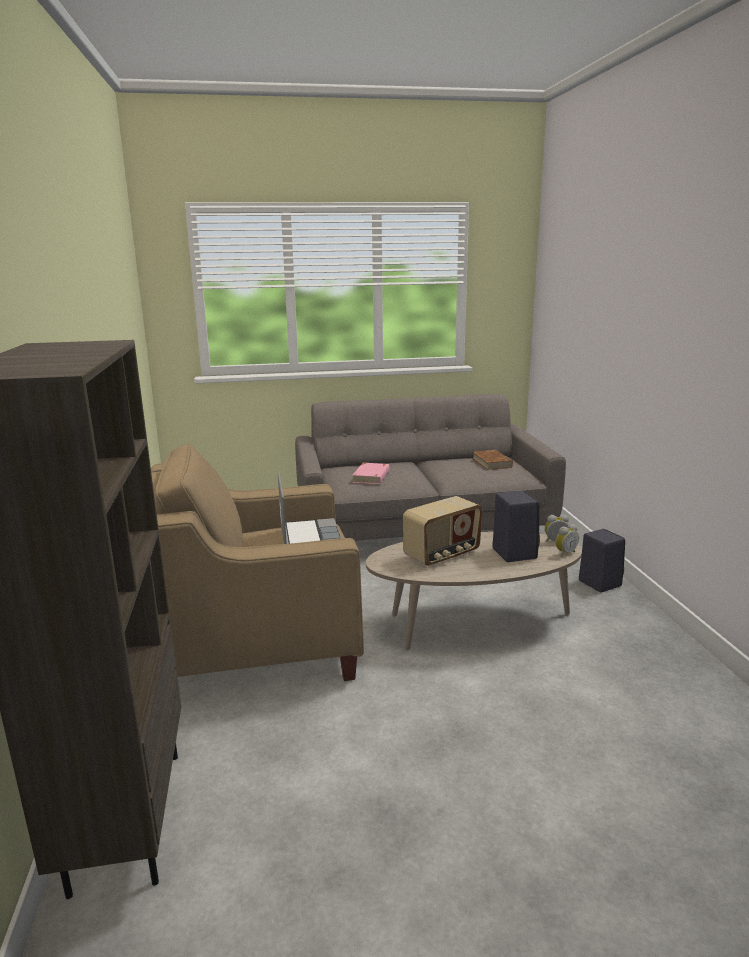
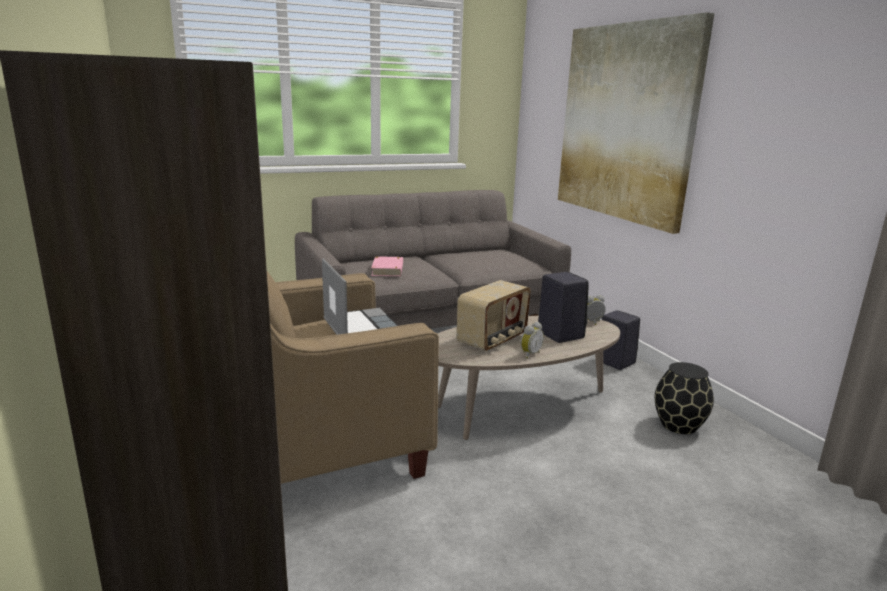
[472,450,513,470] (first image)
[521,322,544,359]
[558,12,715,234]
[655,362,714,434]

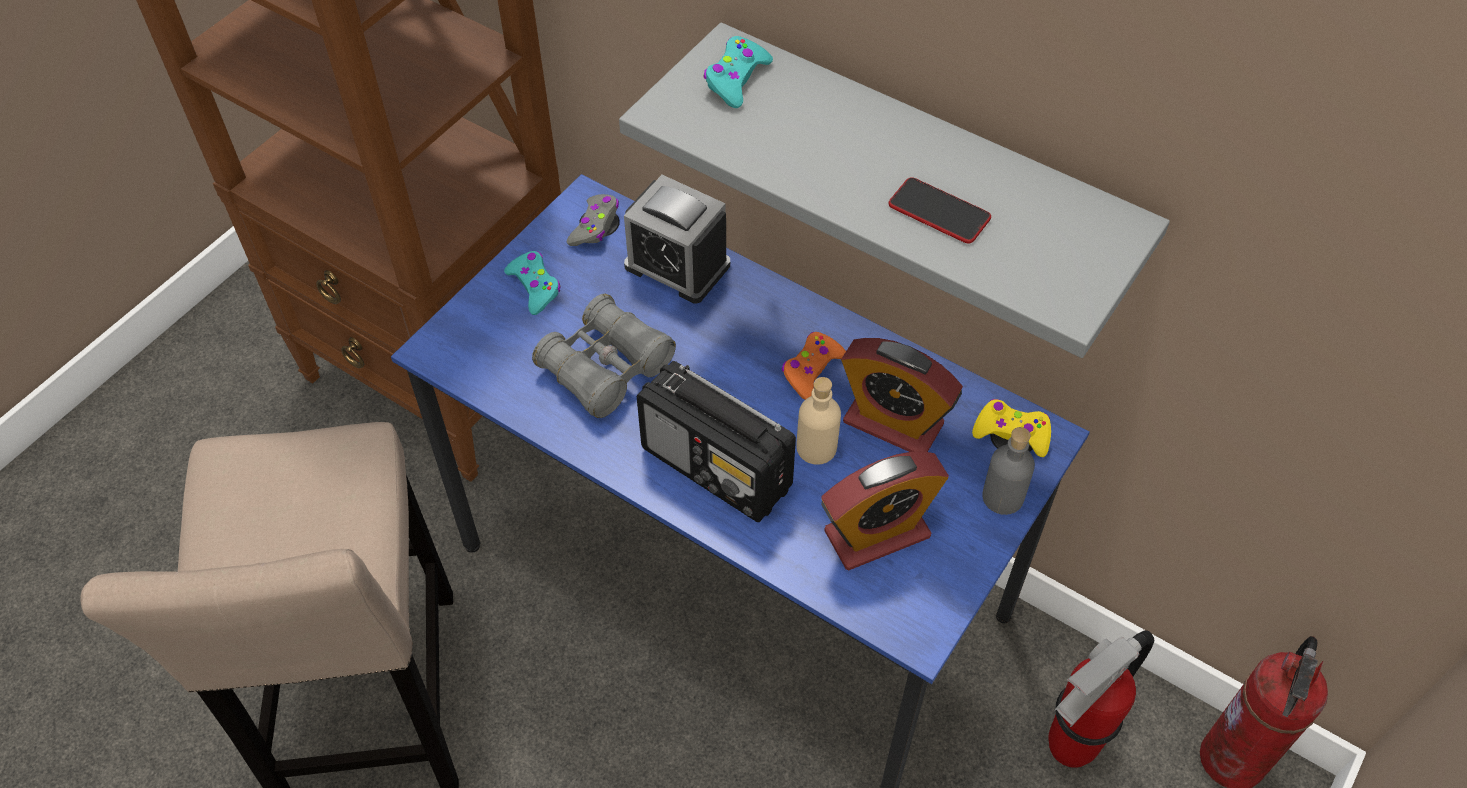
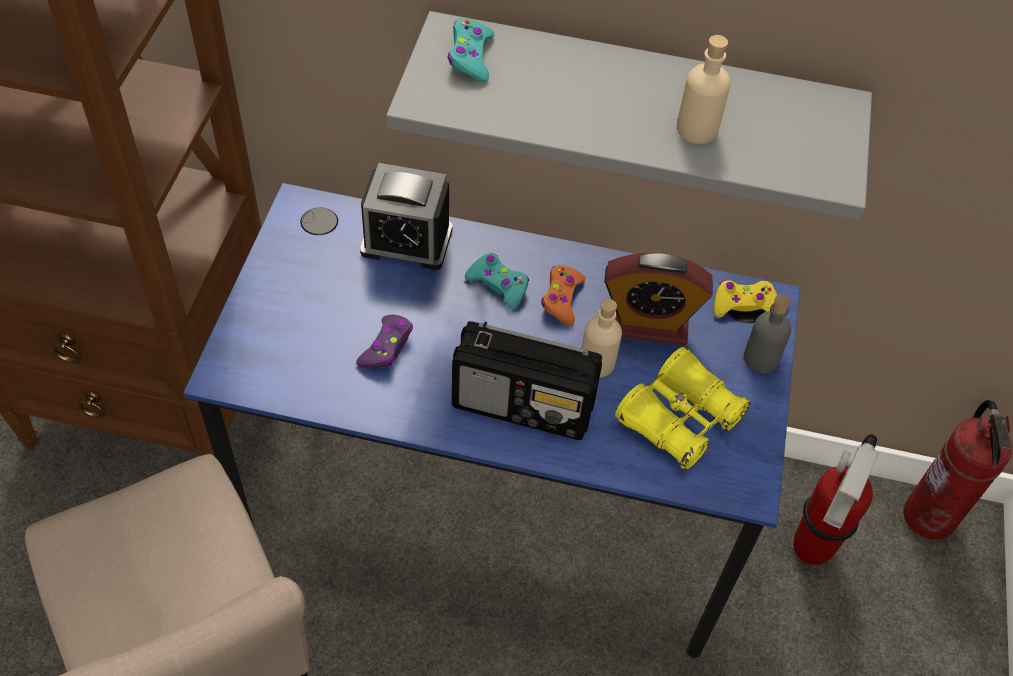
[465,253,529,310]
[356,315,413,368]
[567,194,619,246] (first image)
[615,347,750,470]
[677,35,731,144]

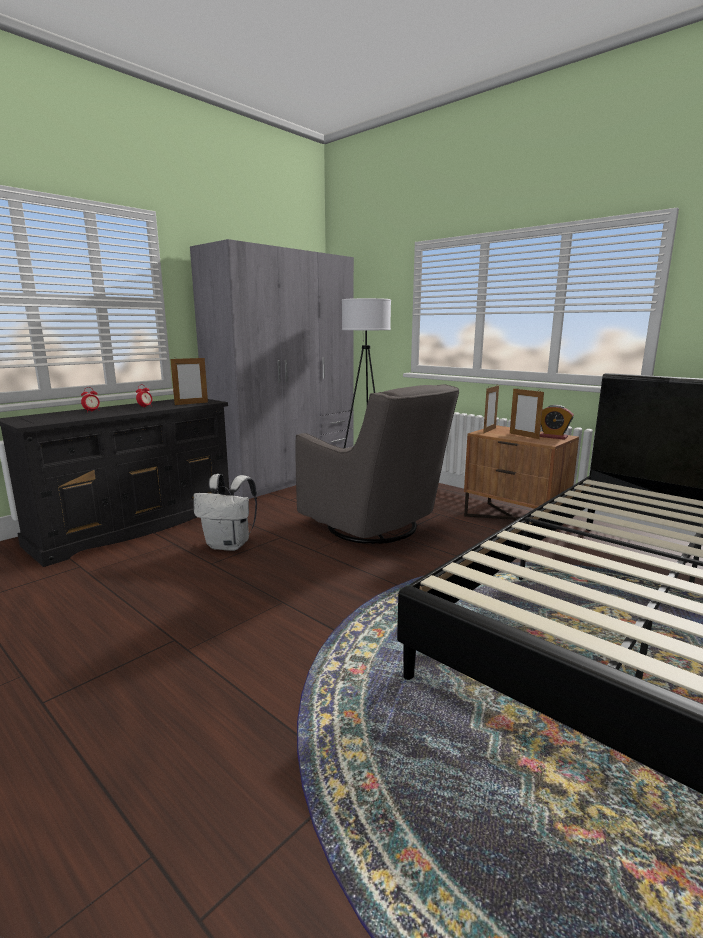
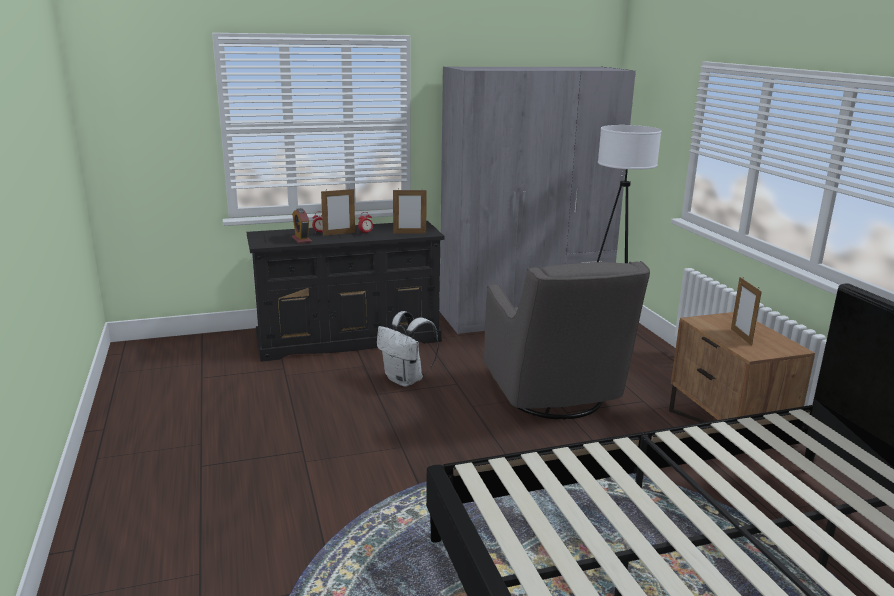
[321,189,355,236]
[292,208,312,244]

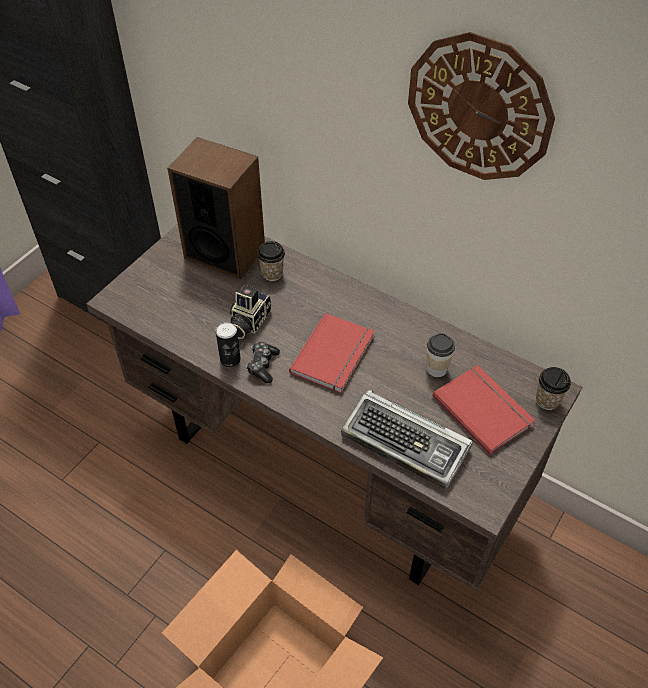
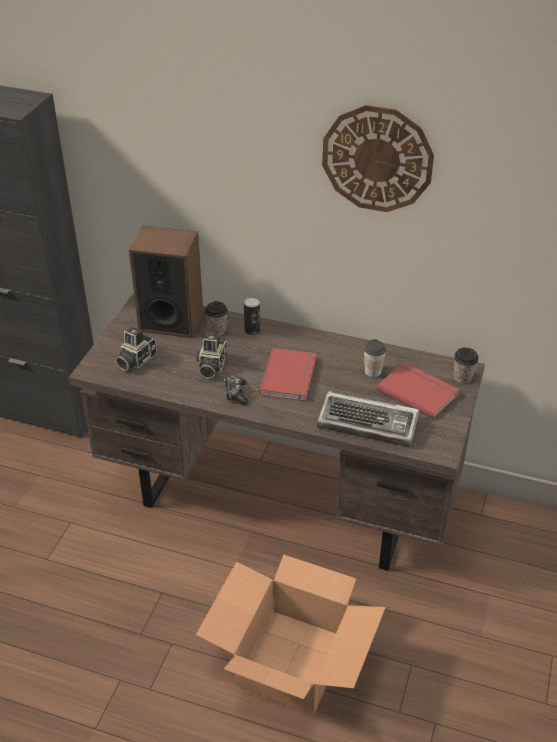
[244,297,260,335]
[115,327,157,371]

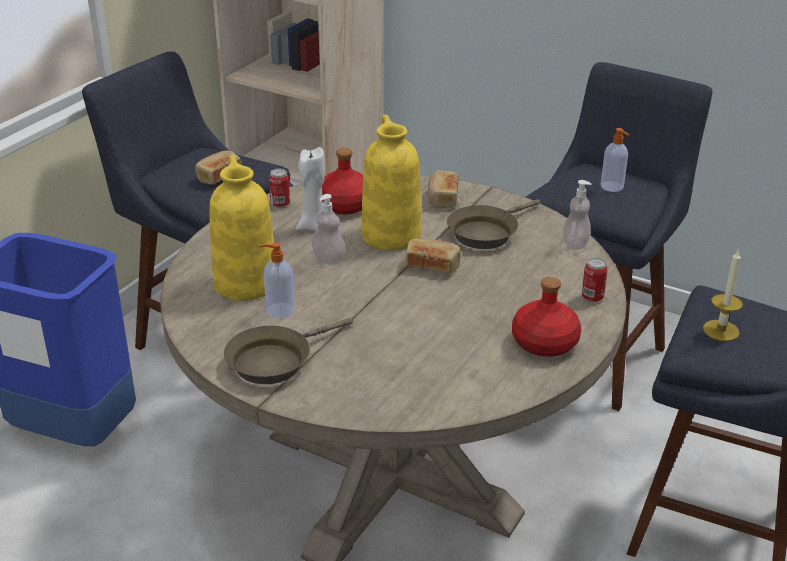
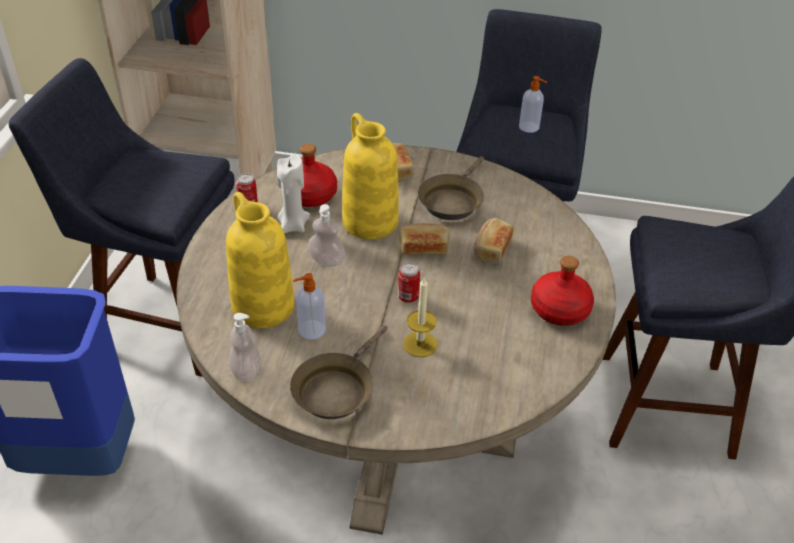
[474,218,513,263]
[229,313,261,382]
[398,263,420,303]
[403,277,438,357]

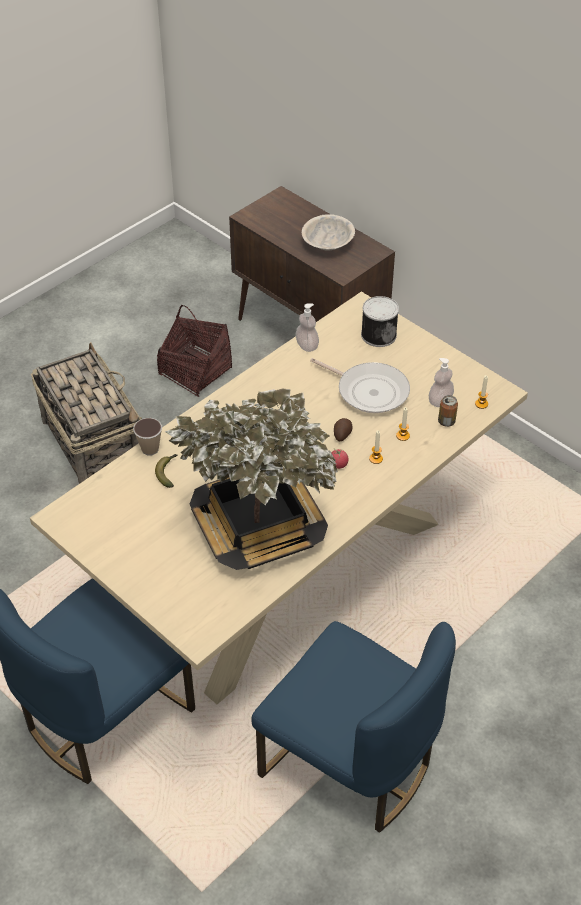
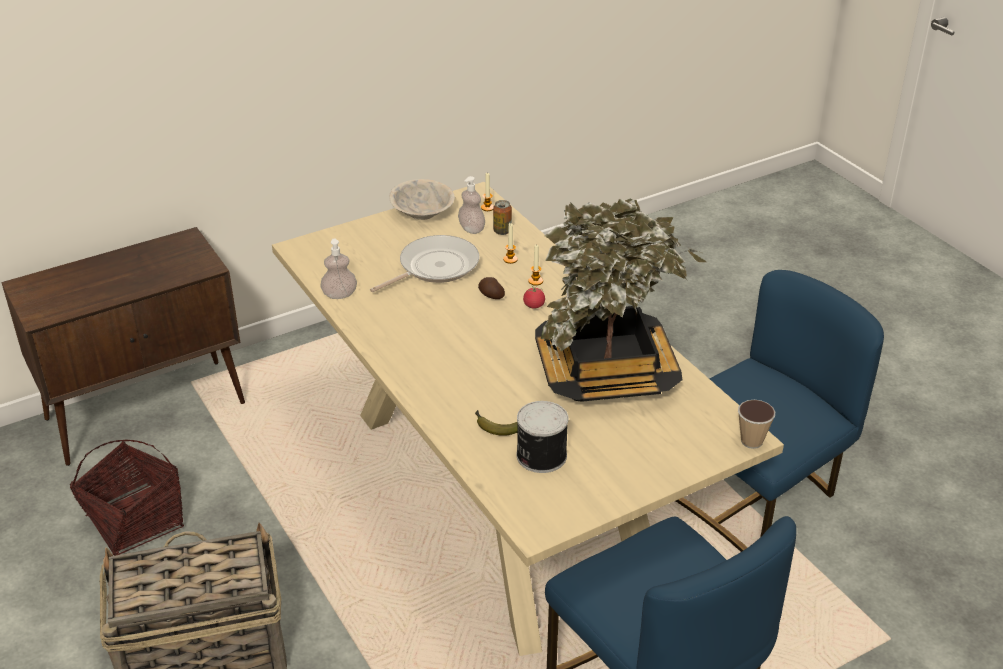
[738,400,775,449]
[389,179,455,220]
[517,401,569,473]

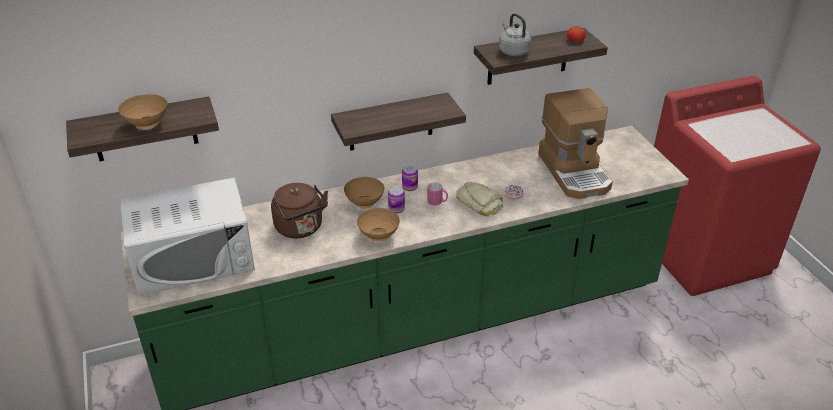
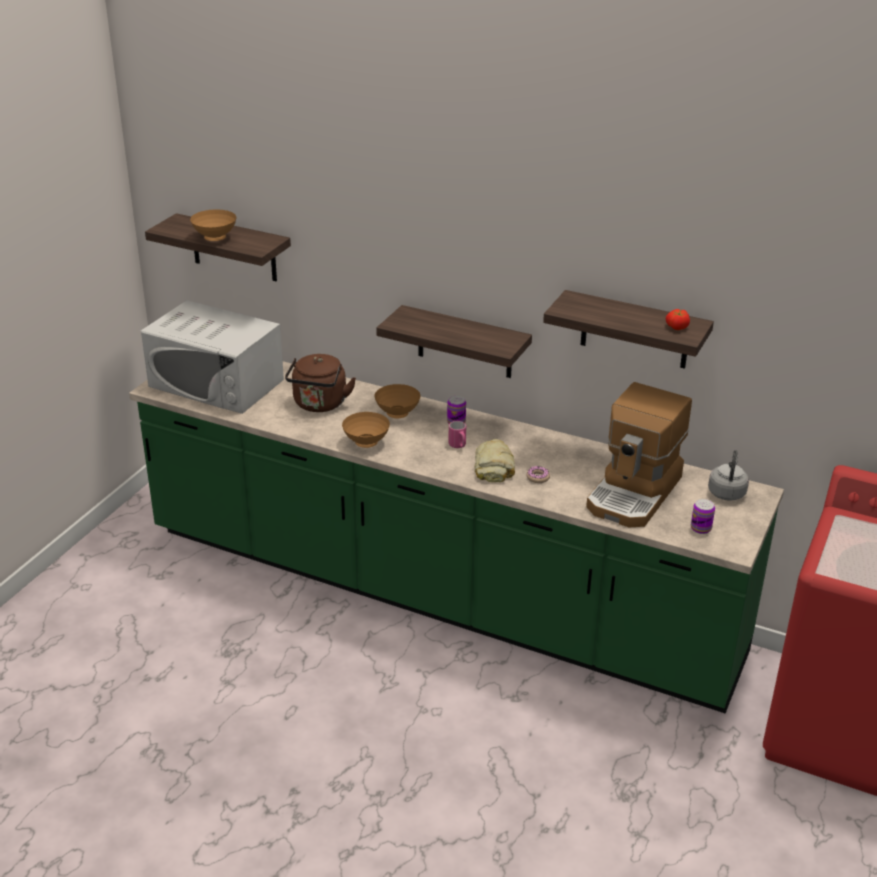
[691,499,715,534]
[708,450,749,501]

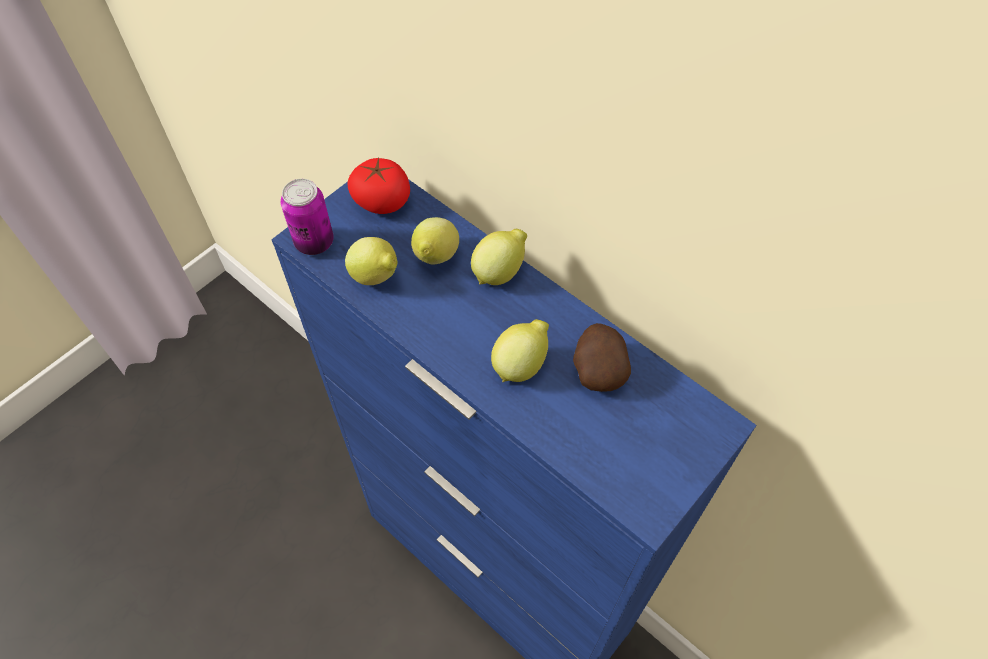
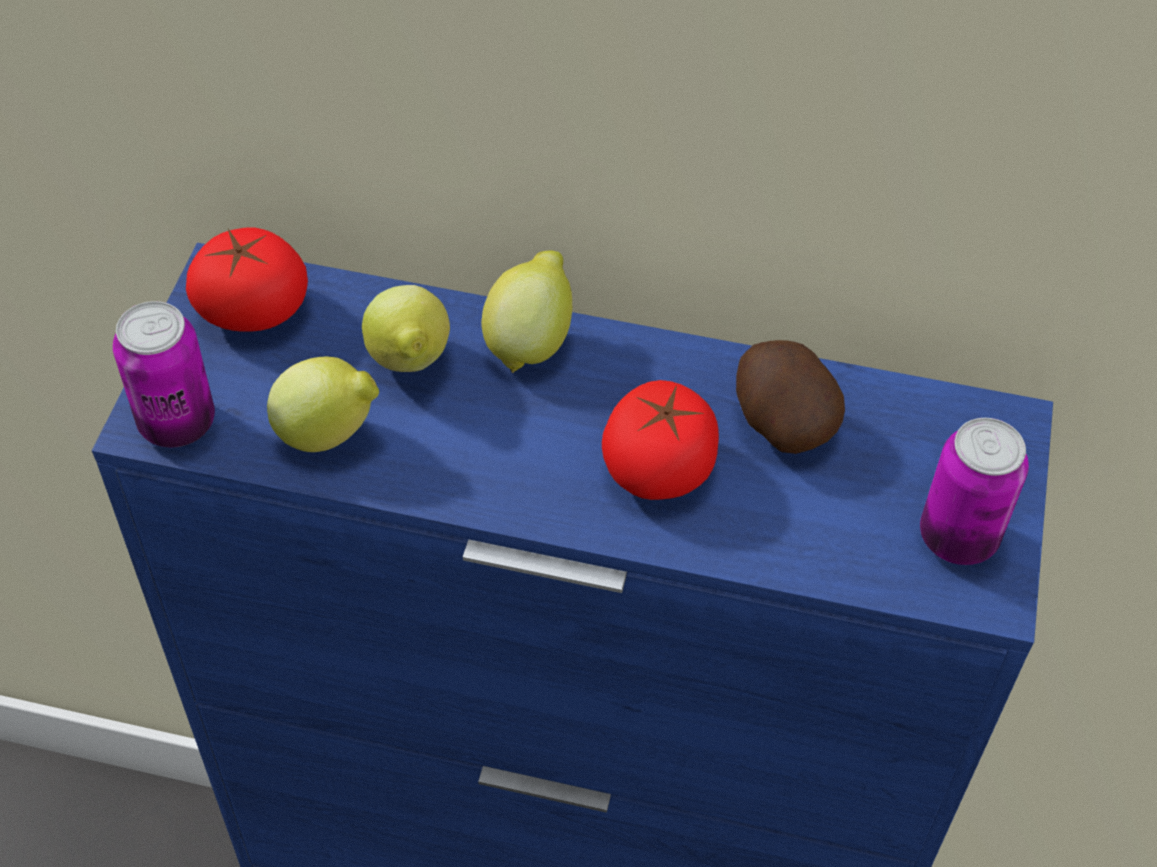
[602,380,719,500]
[920,418,1029,565]

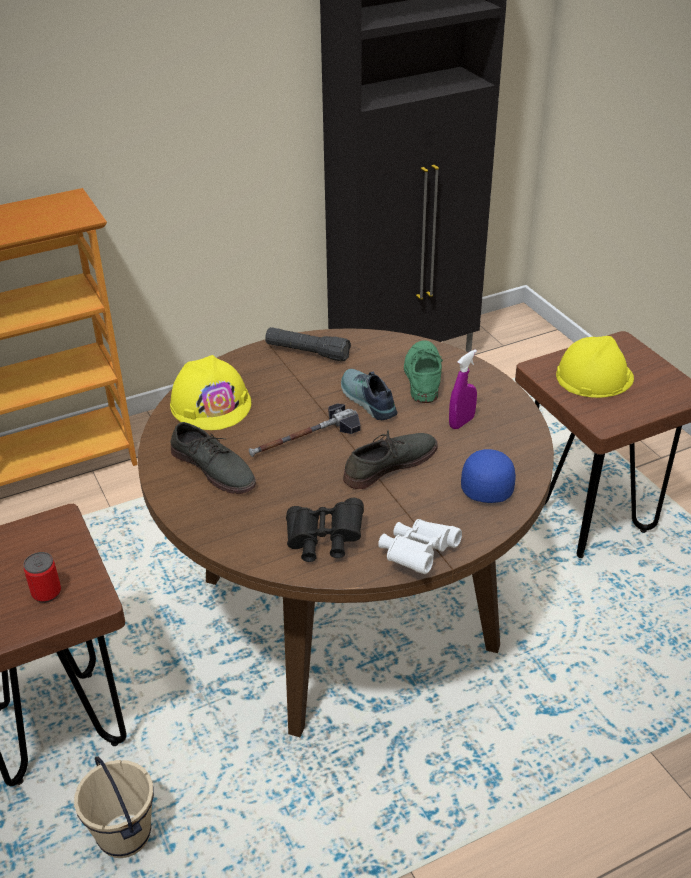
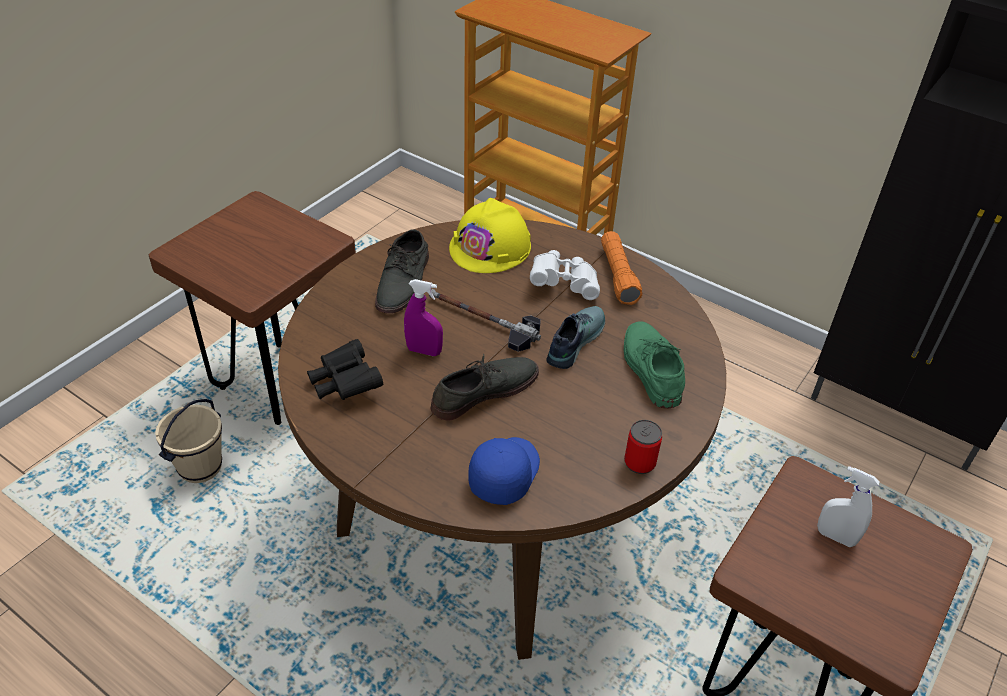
[624,420,662,474]
[601,231,642,305]
[431,354,539,421]
[530,250,600,300]
[624,321,685,408]
[404,279,443,356]
[468,437,540,505]
[817,466,880,547]

